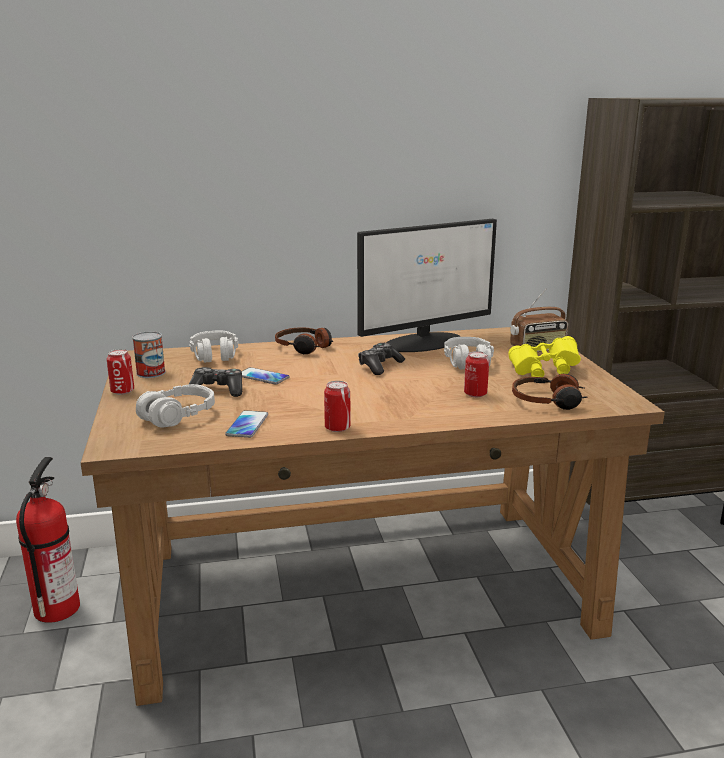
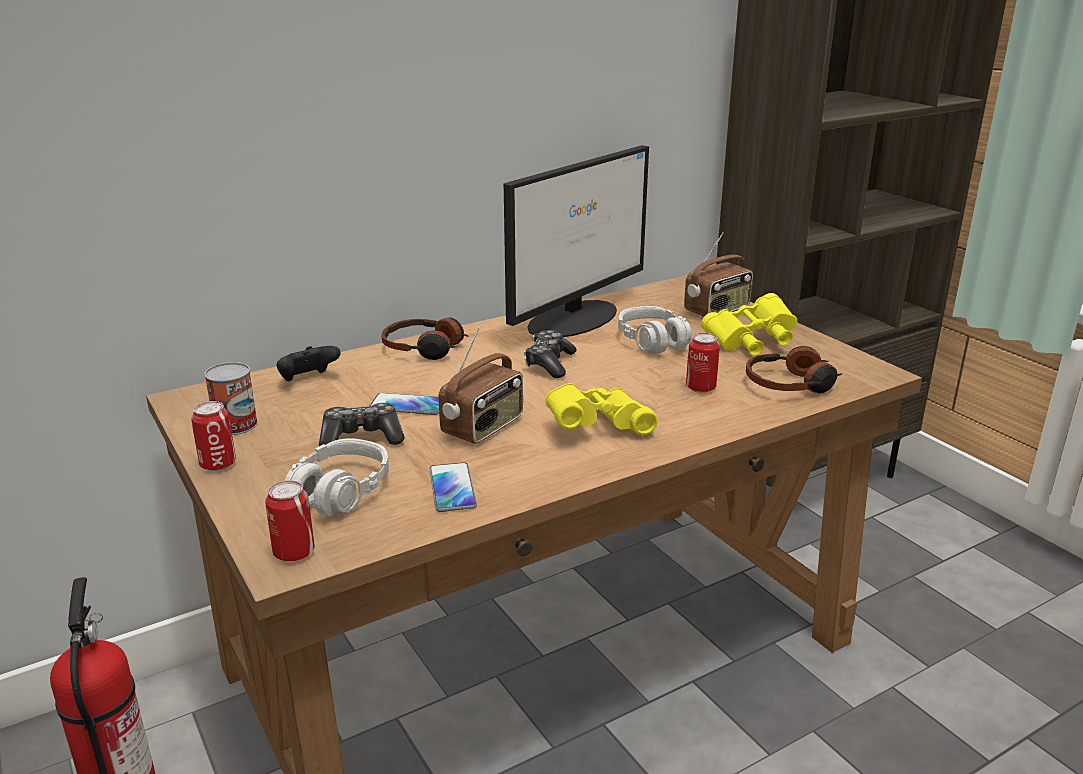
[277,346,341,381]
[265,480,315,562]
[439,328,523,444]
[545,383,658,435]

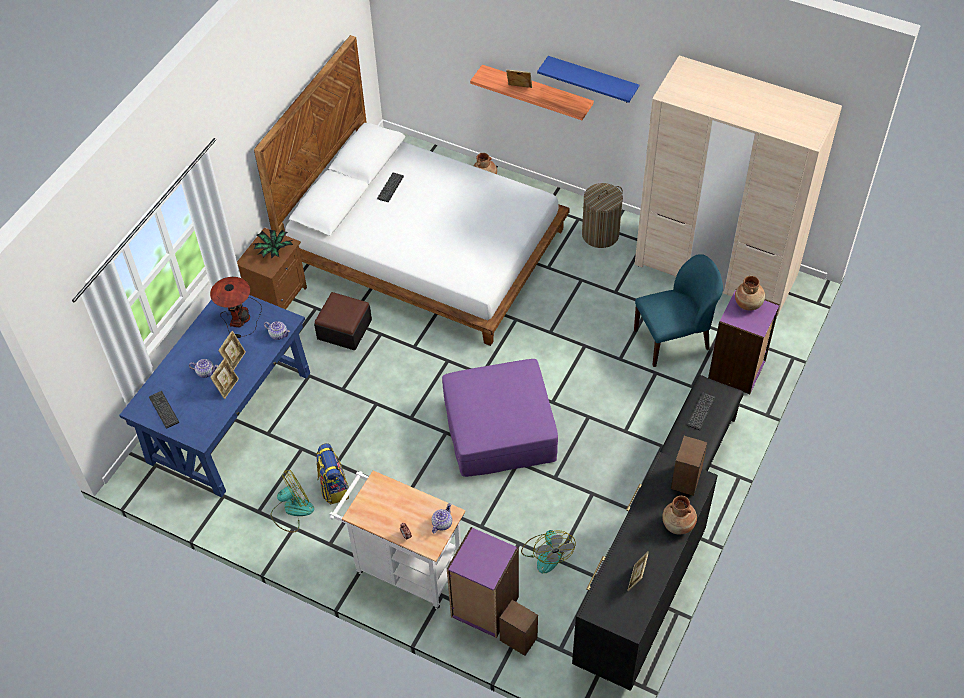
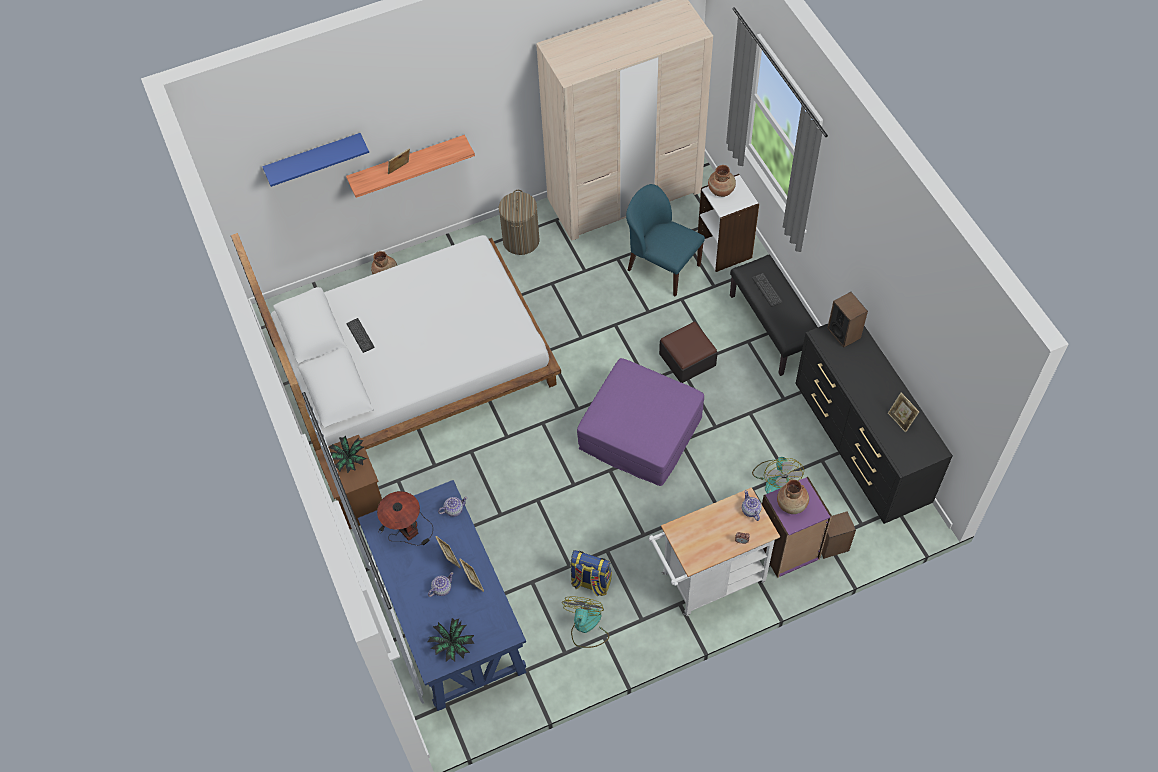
[428,618,474,661]
[659,322,718,383]
[752,457,804,494]
[262,133,369,187]
[626,184,705,296]
[777,479,809,514]
[698,174,759,272]

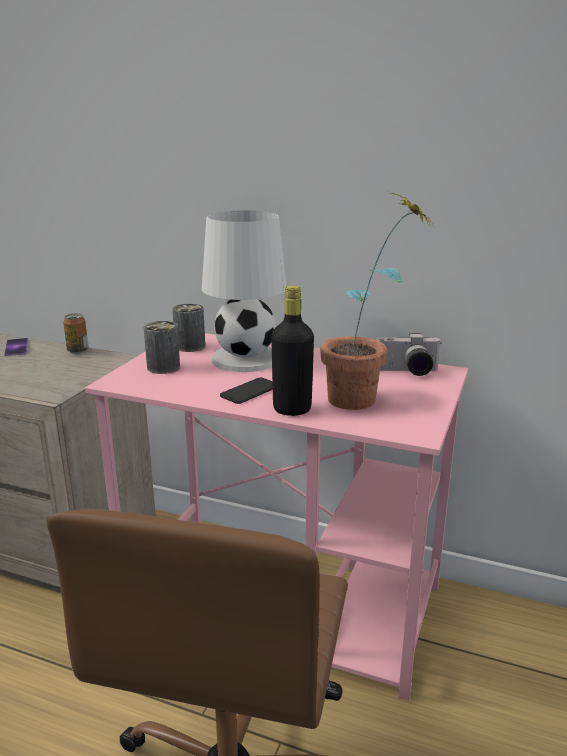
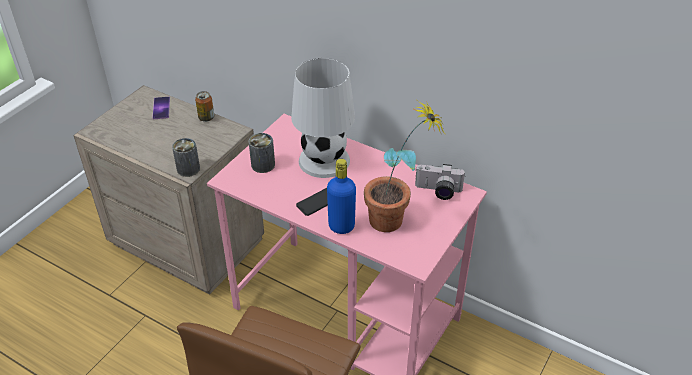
[172,138,200,177]
[327,159,356,234]

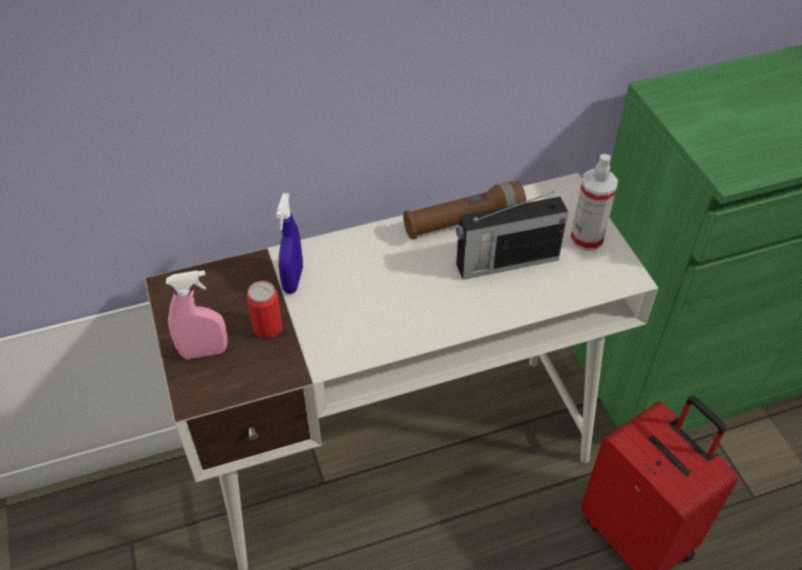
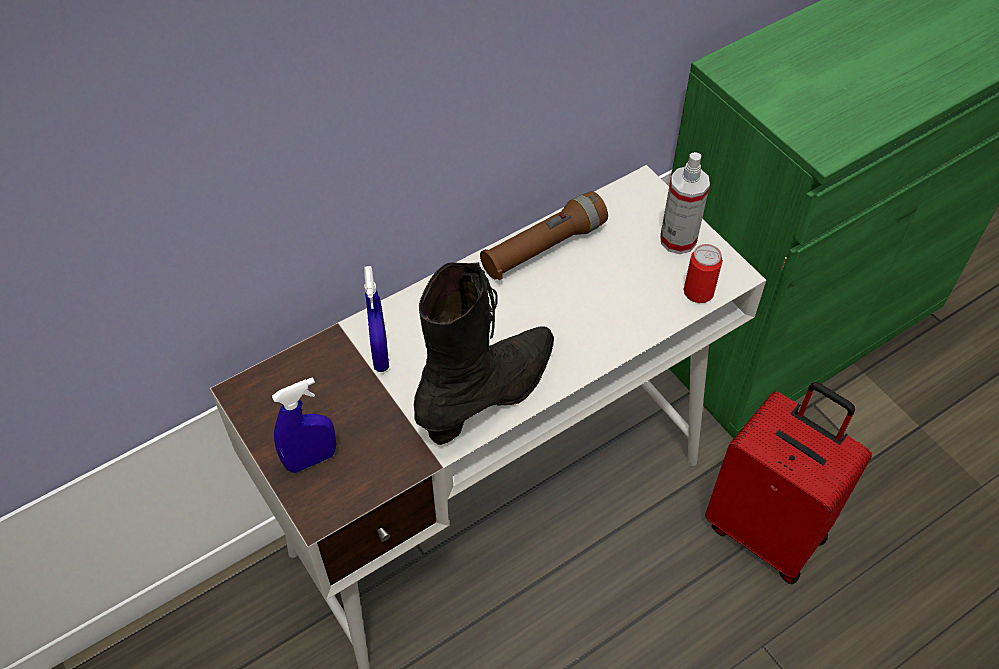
[272,377,336,473]
[683,244,723,303]
[456,192,568,280] (first image)
[414,262,554,445]

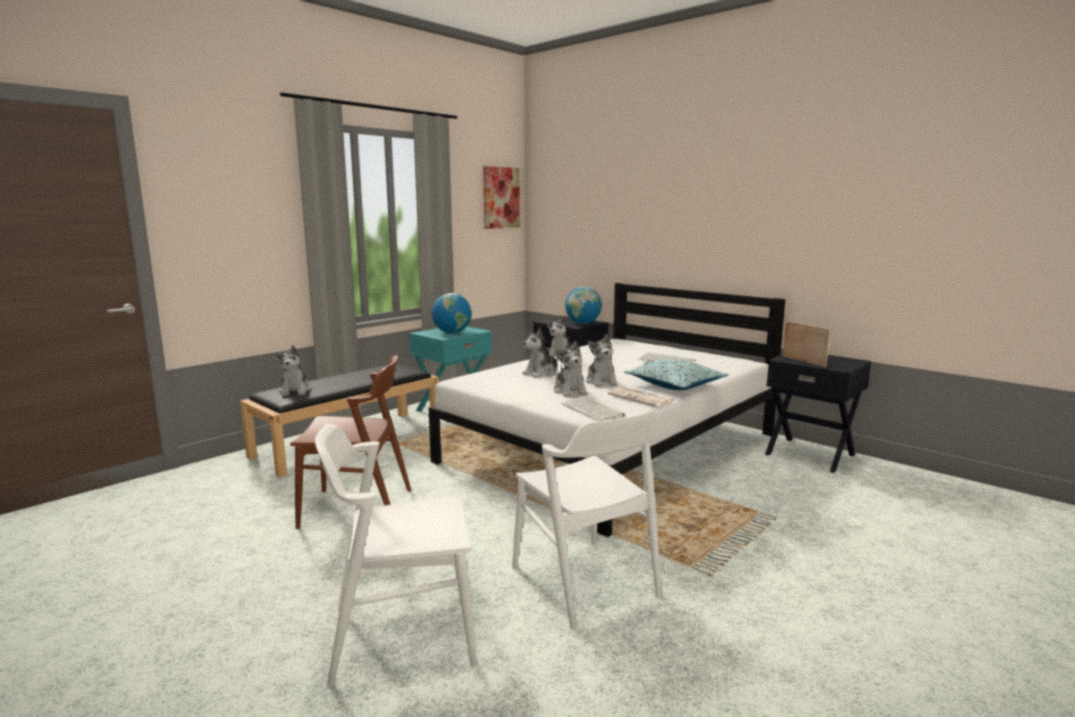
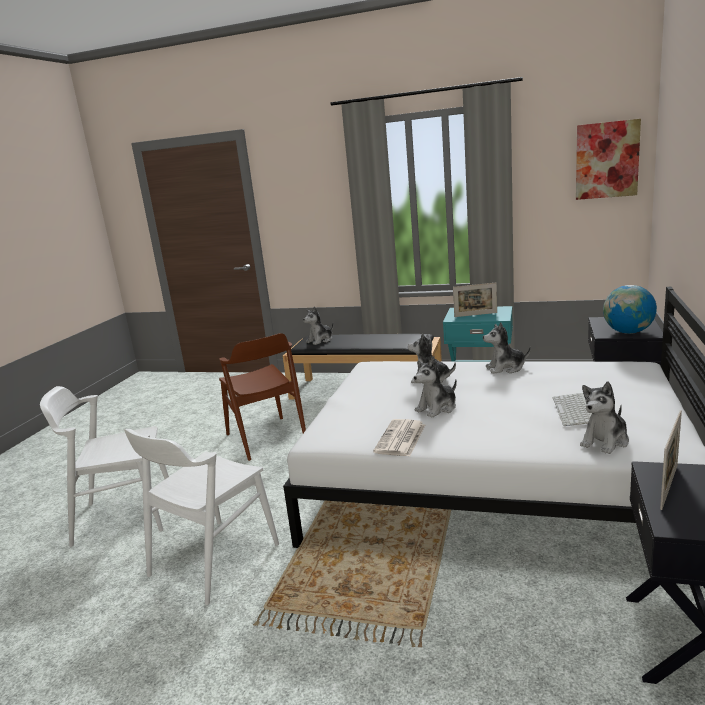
[40,386,169,547]
[453,283,497,317]
[580,382,629,454]
[561,396,625,421] (first image)
[624,359,729,390] (first image)

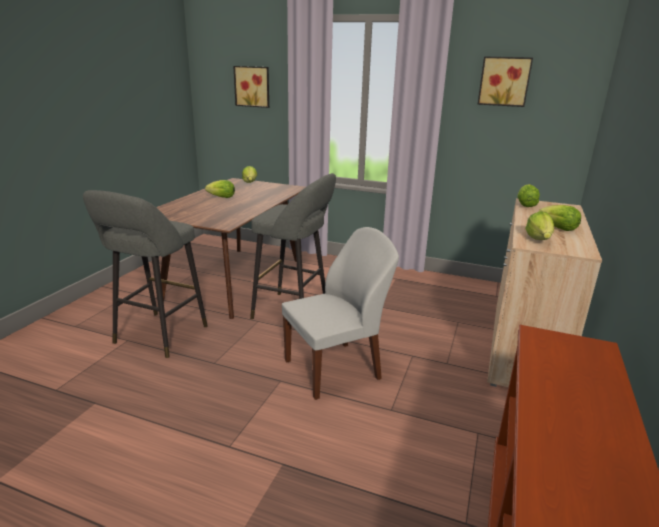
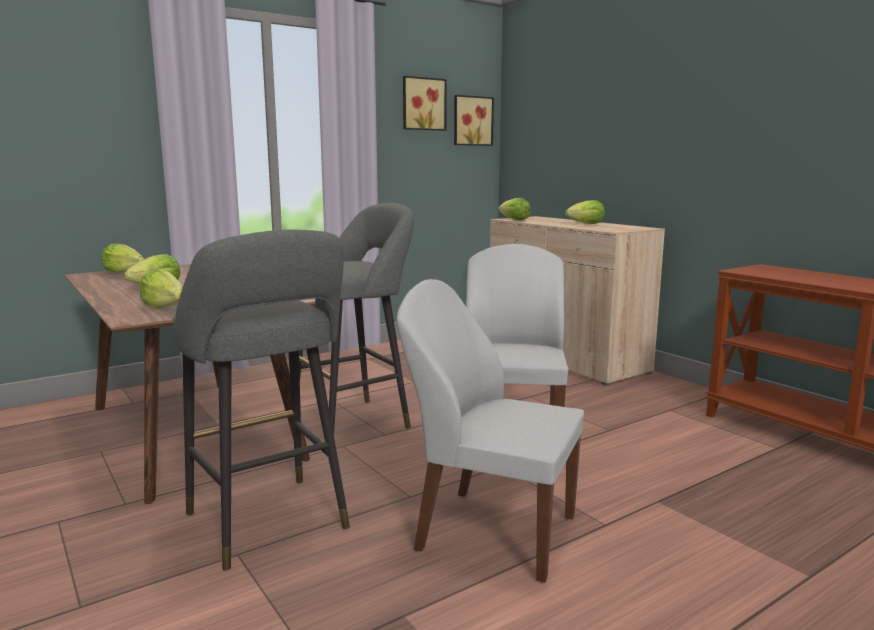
[454,95,494,146]
[140,269,183,308]
[396,279,584,583]

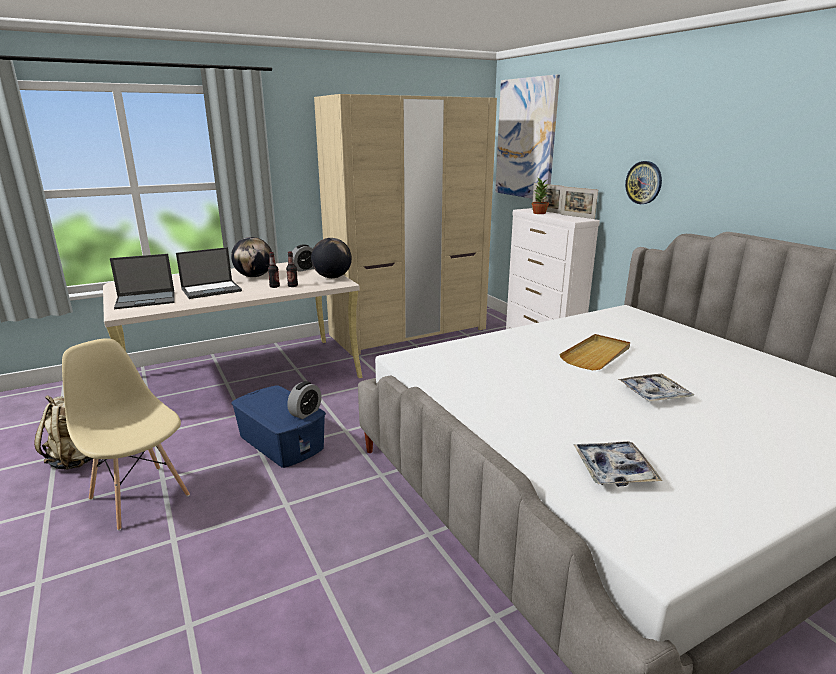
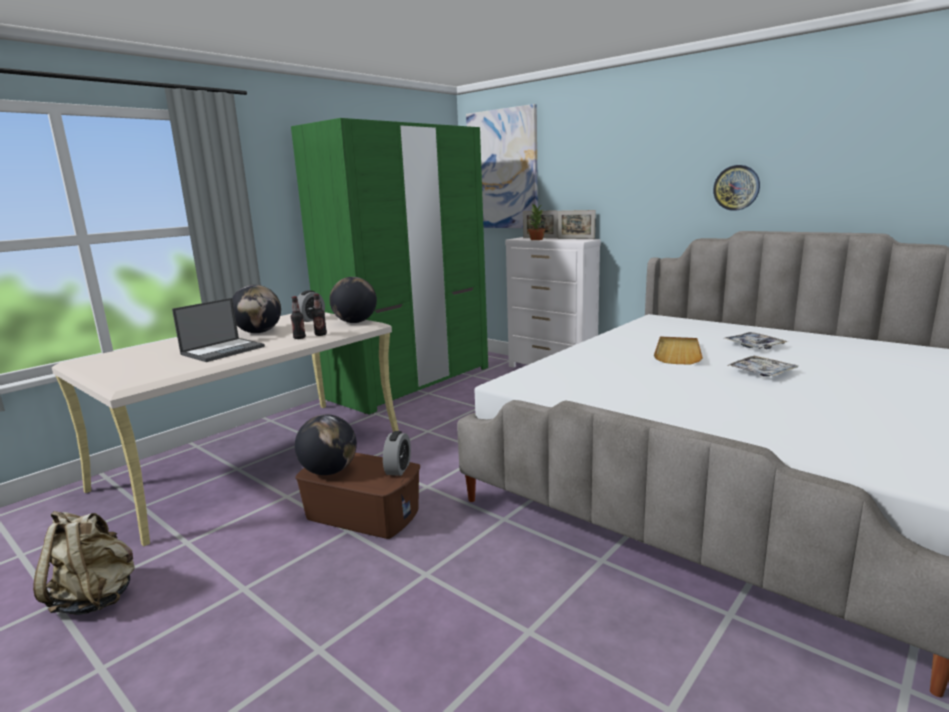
[62,338,190,531] (first image)
[110,254,175,309] (first image)
[295,453,420,539]
[291,118,488,415]
[724,332,788,349]
[713,165,760,211]
[295,414,357,475]

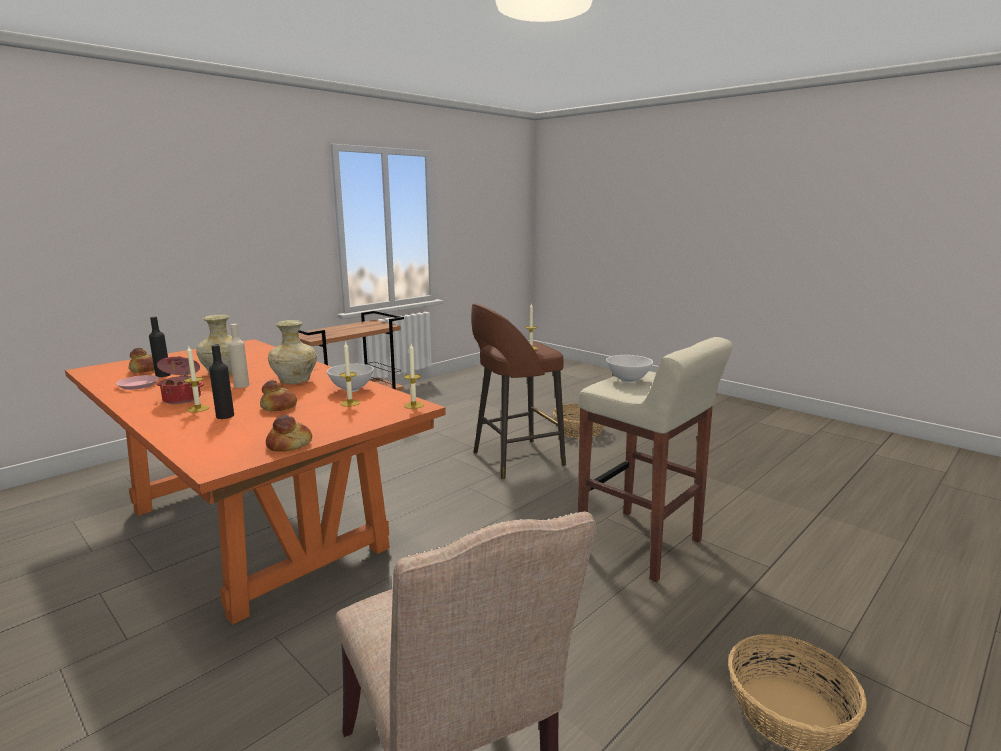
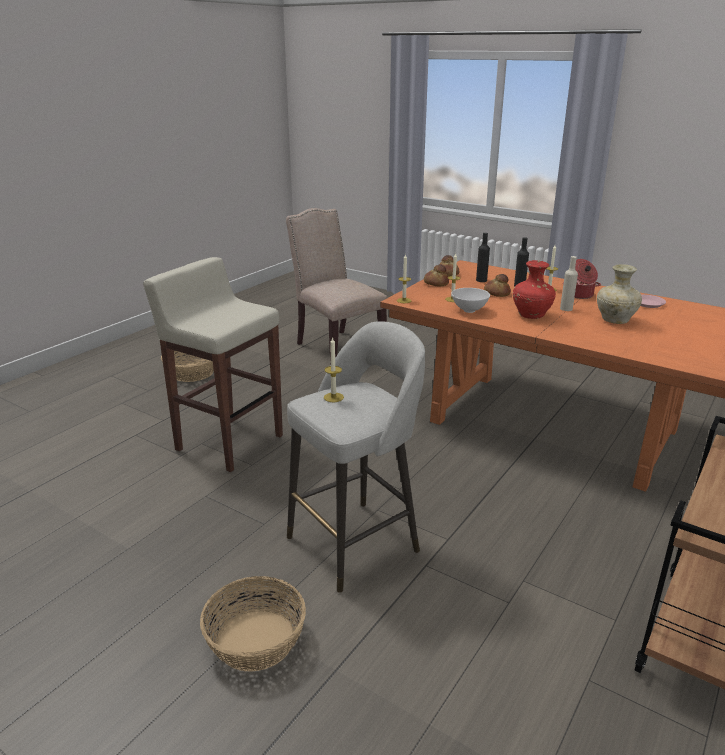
[424,265,449,286]
[476,233,490,282]
[513,260,556,319]
[287,321,425,593]
[606,355,653,383] (first image)

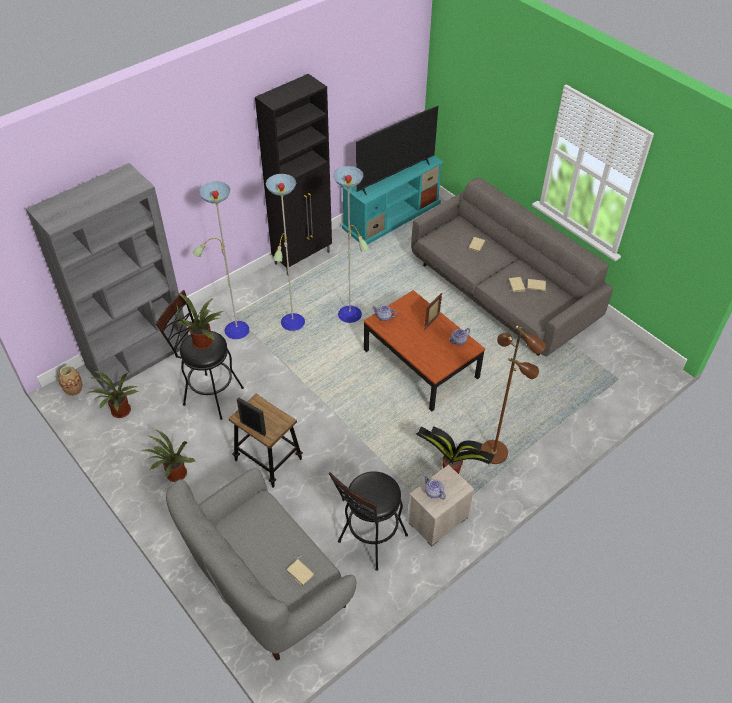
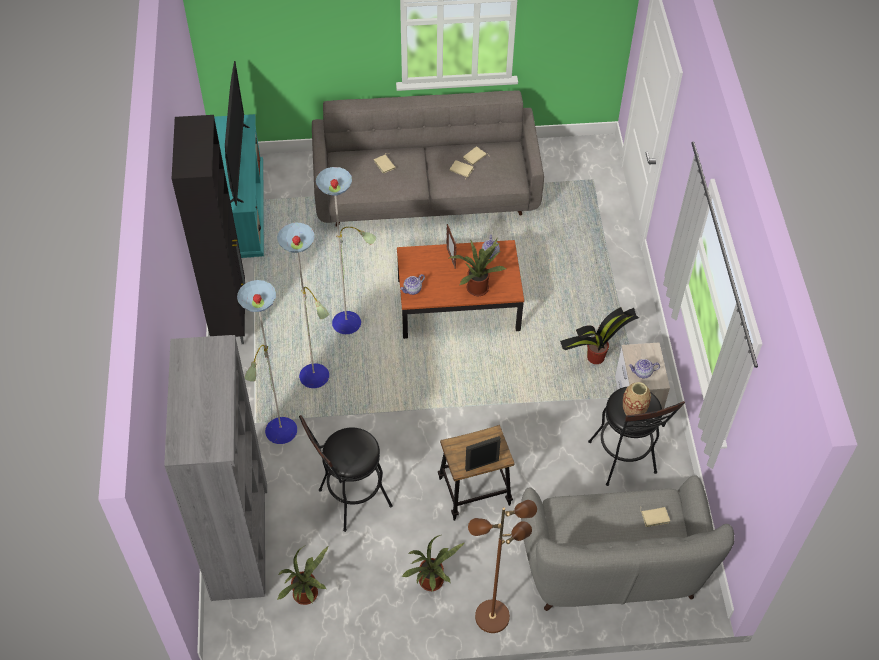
[623,382,651,415]
[449,239,506,296]
[468,500,537,633]

